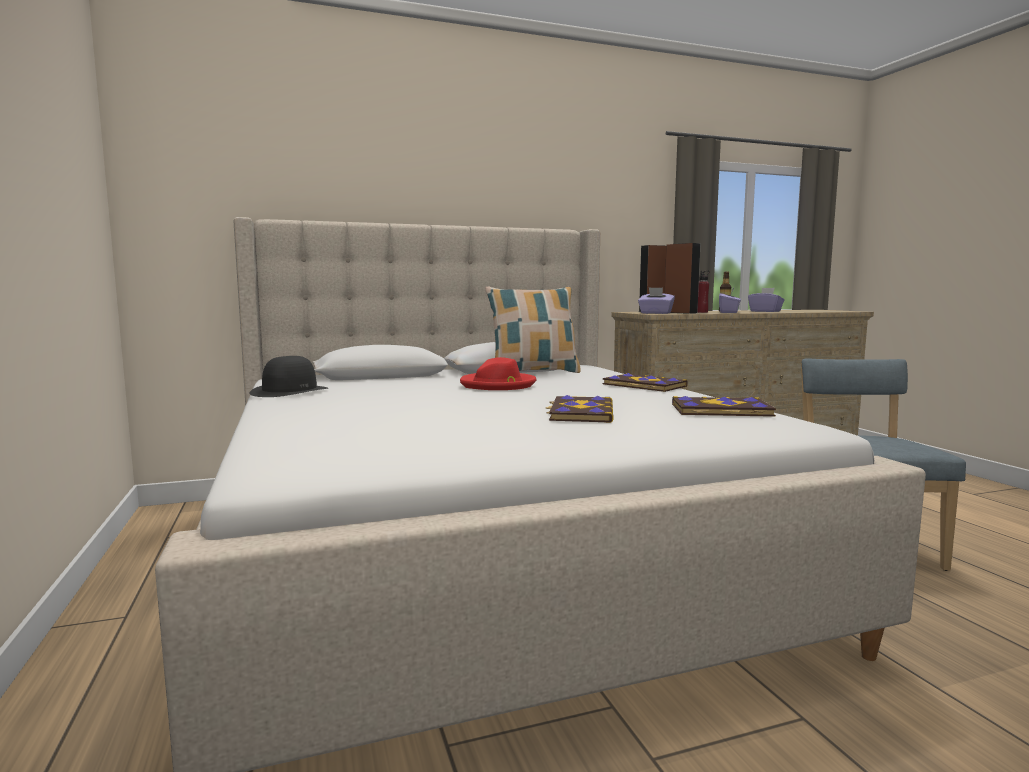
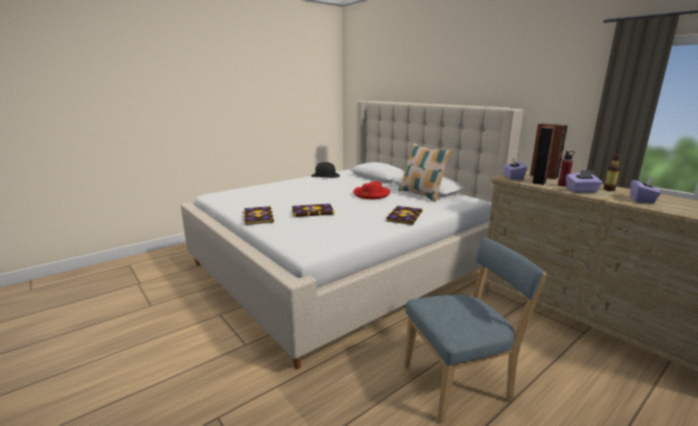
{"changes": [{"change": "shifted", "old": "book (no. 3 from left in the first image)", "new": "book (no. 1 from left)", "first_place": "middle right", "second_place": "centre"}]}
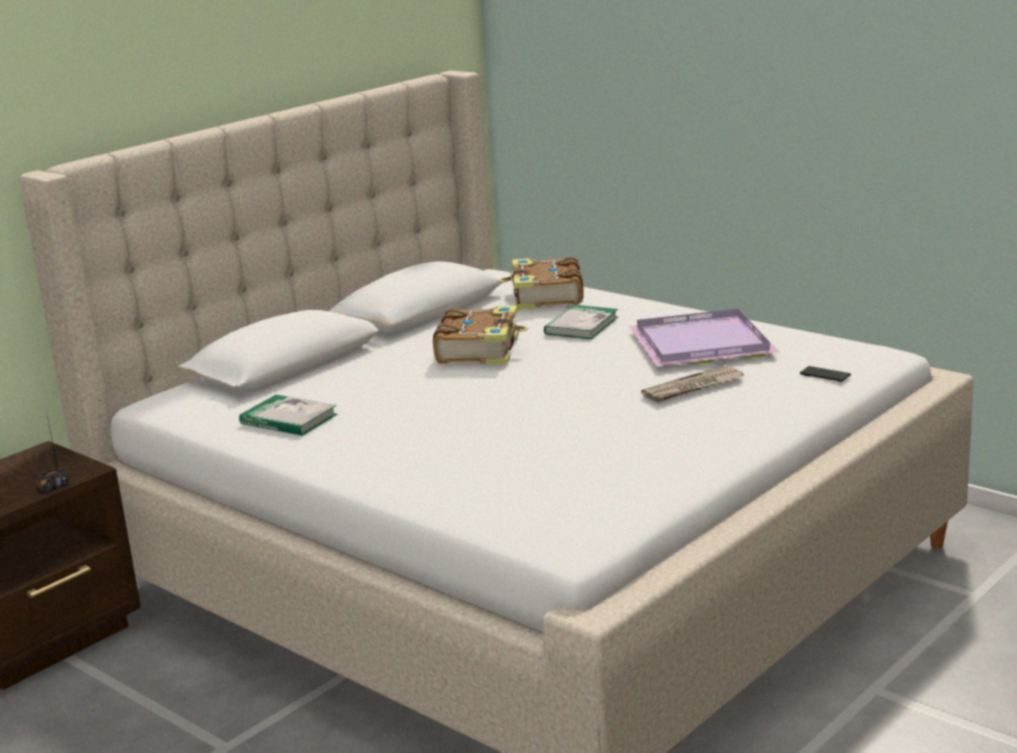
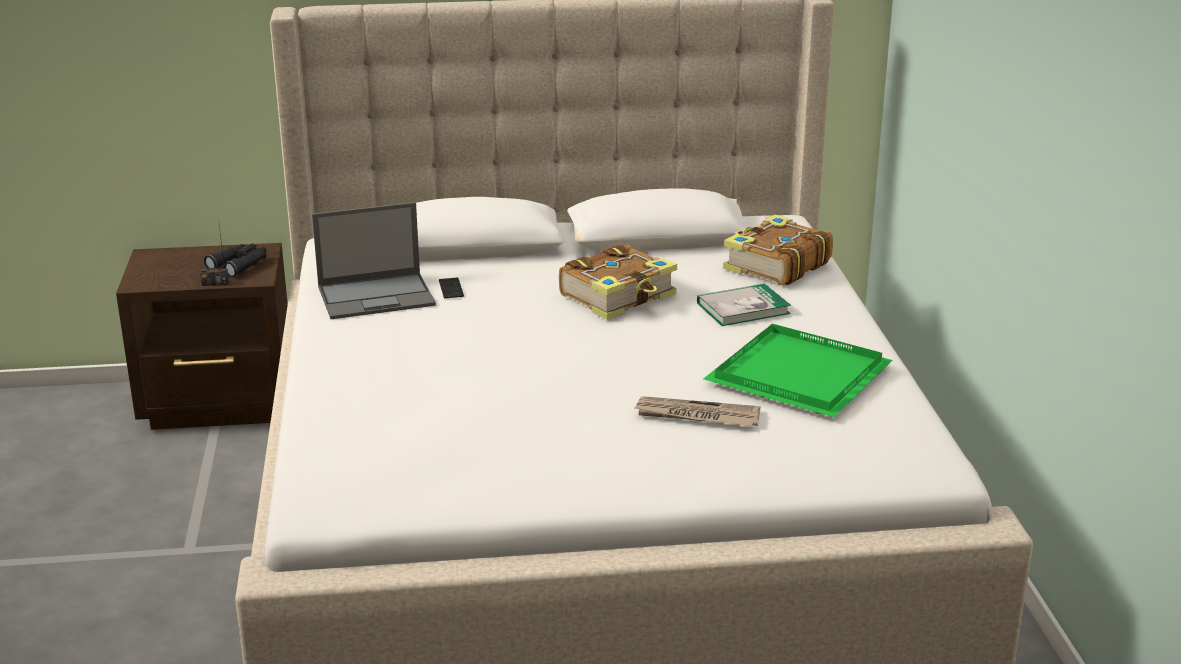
{"changes": [{"change": "new", "new": "binoculars in black", "second_place": "middle left"}, {"change": "shifted", "old": "phone", "first_place": "middle right", "second_place": "centre"}, {"change": "swapped", "old": "book (no. 1 from left)", "new": "laptop", "first_place": "middle left", "second_place": "middle left"}, {"change": "repainted", "old": "tray in purple", "new": "tray in green", "first_place": "middle right", "second_place": "middle right"}]}
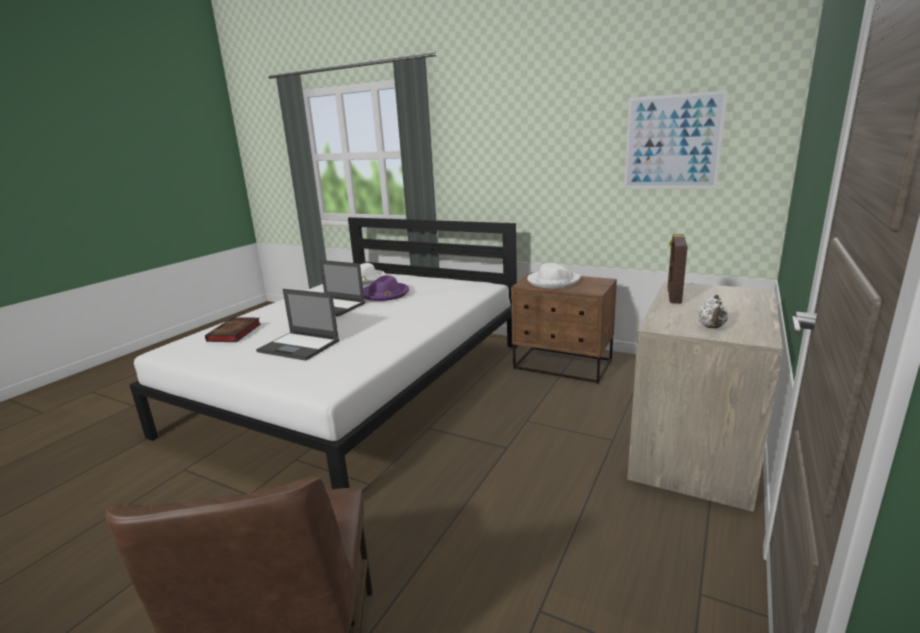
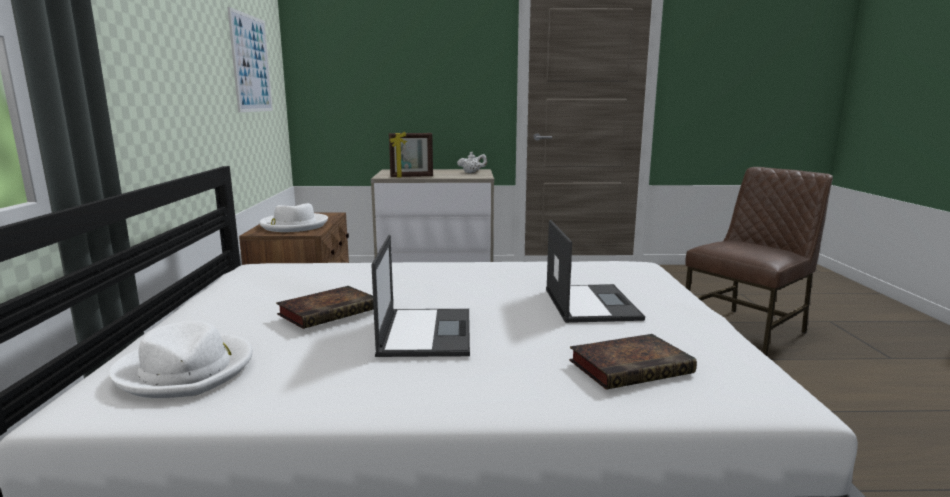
{"changes": [{"change": "swapped", "old": "hat in purple", "new": "book (no. 1 from left)", "first_place": "centre", "second_place": "centre"}]}
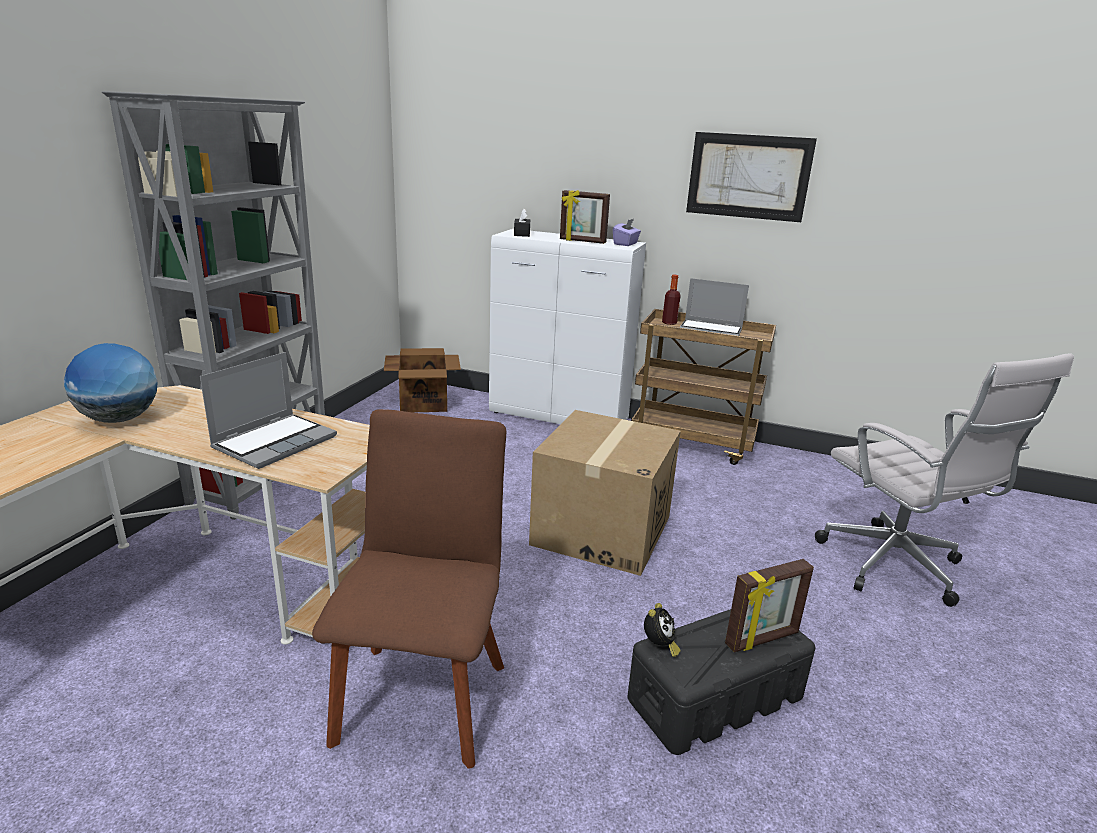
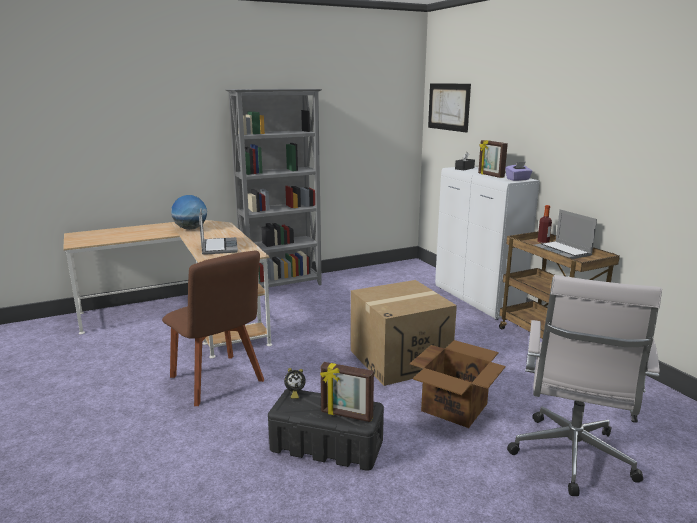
{"changes": [{"change": "shifted", "old": "cardboard box (no. 1 from left in the first image)", "new": "cardboard box (no. 2 from left)", "first_place": "centre", "second_place": "bottom centre"}, {"change": "shifted", "old": "picture", "first_place": "top right", "second_place": "top centre"}, {"change": "rotated", "old": "laptop (no. 1 from left)", "first_place": "middle left", "second_place": "middle left", "degrees": -90}, {"change": "rotated", "old": "chair in brown", "first_place": "bottom centre", "second_place": "middle left", "degrees": 90}]}
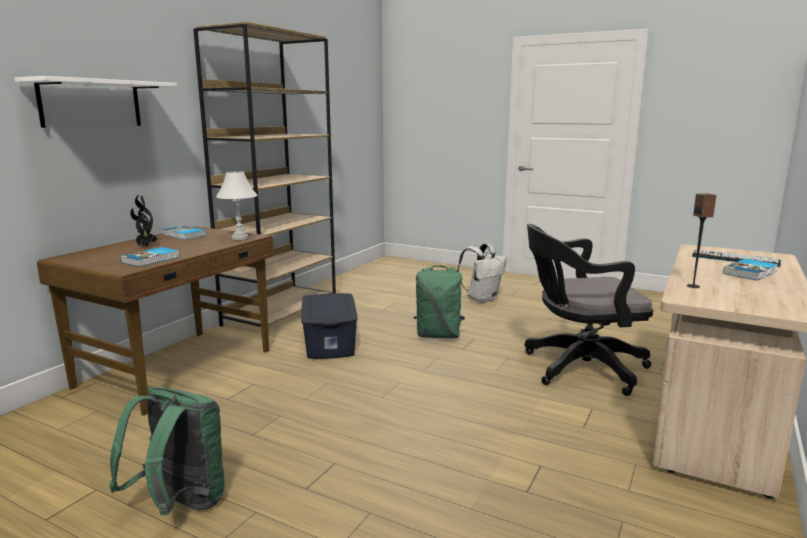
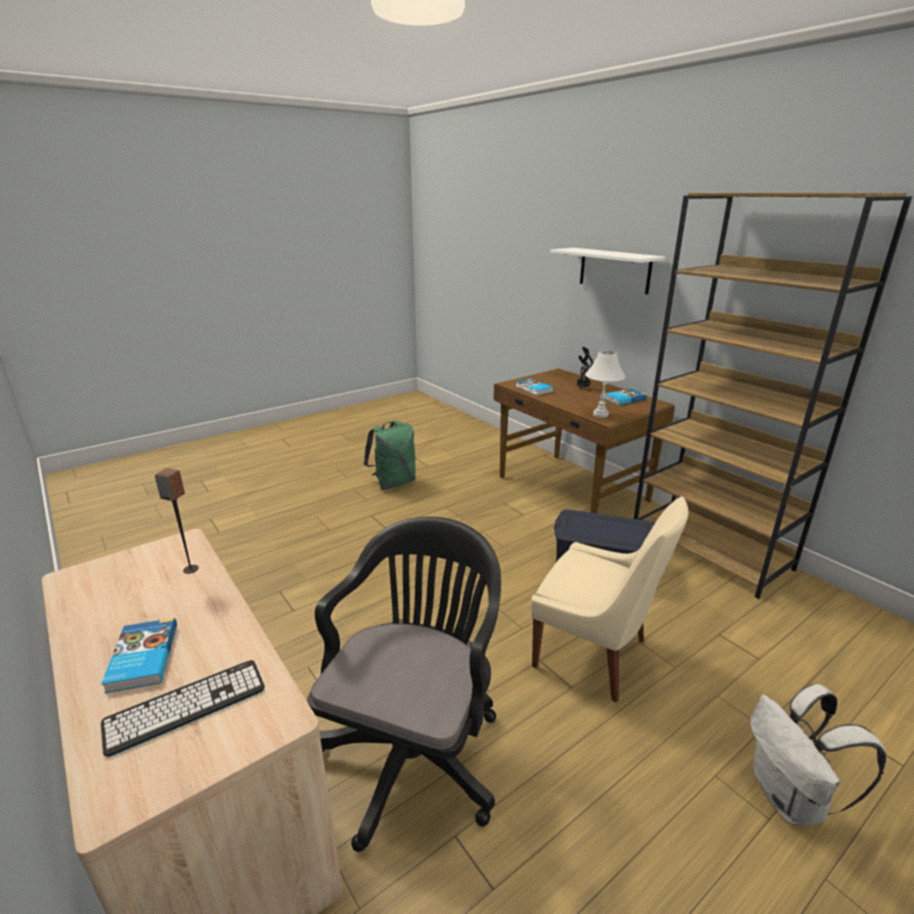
{"changes": [{"change": "swapped", "old": "backpack in green (no. 2 from left)", "new": "chair in beige", "first_place": "centre", "second_place": "middle right"}]}
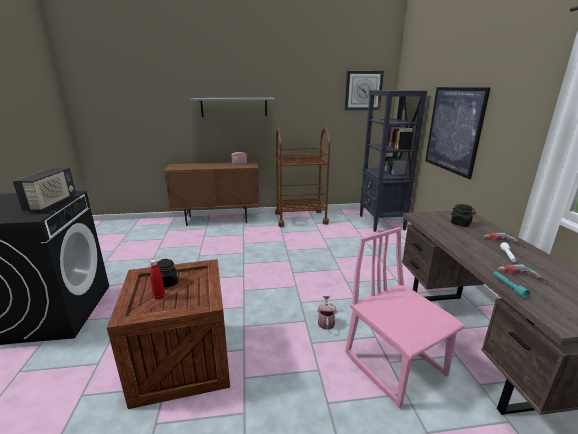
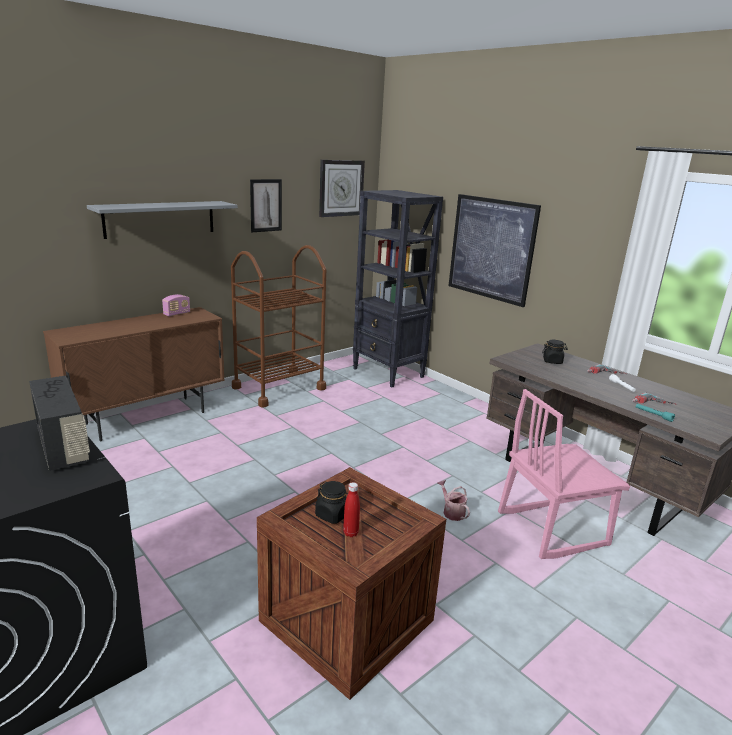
{"changes": [{"change": "new", "new": "picture (no. 1 from left)", "second_place": "top centre"}, {"change": "rotated", "old": "chair in pink", "first_place": "bottom right", "second_place": "middle right", "degrees": -45}]}
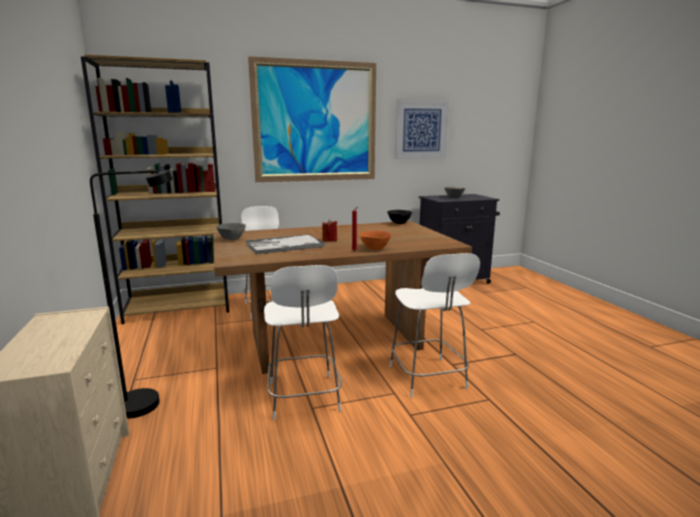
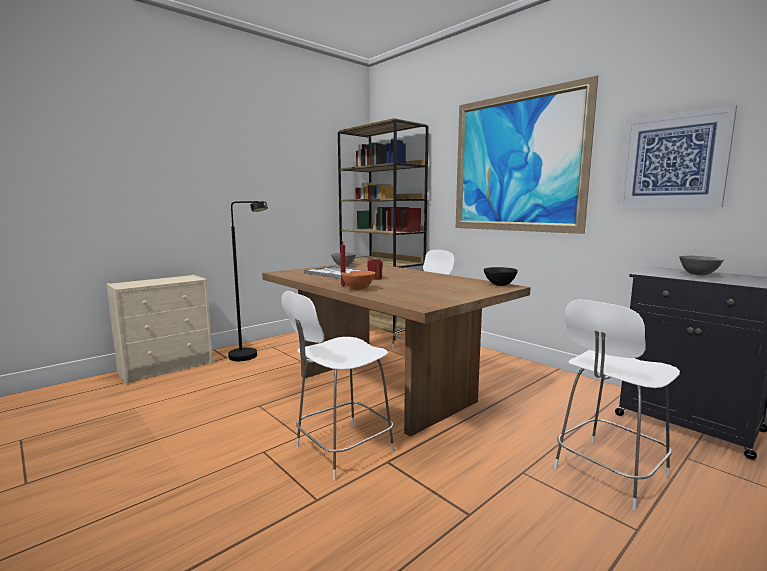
{"changes": [{"change": "shifted", "old": "chair in white (no. 2 from left in the first image)", "new": "chair in white (no. 3 from left)", "first_place": "centre", "second_place": "bottom right"}]}
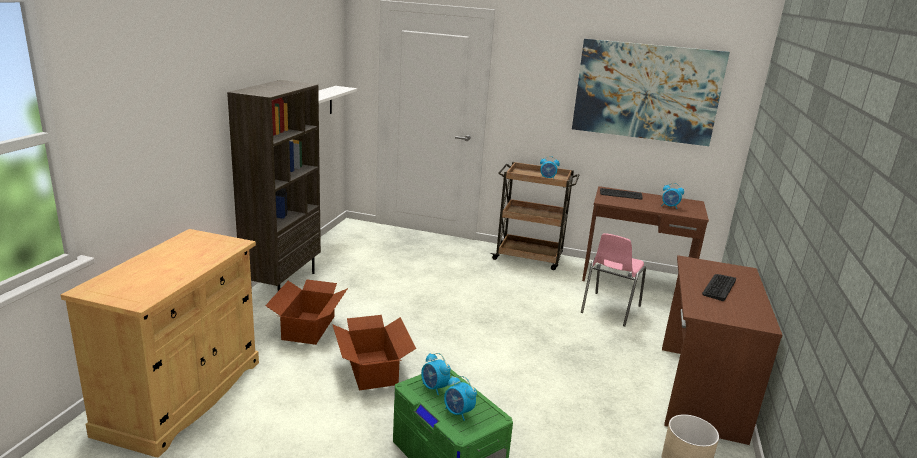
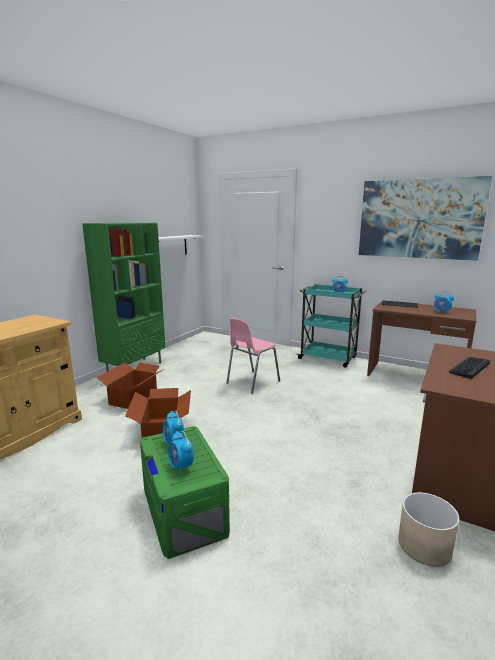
{"changes": [{"change": "shifted", "old": "chair in pink", "first_place": "middle right", "second_place": "centre"}, {"change": "repainted", "old": "bookcase in brown", "new": "bookcase in green", "first_place": "middle left", "second_place": "middle left"}, {"change": "repainted", "old": "cart in brown", "new": "cart in turquoise", "first_place": "centre", "second_place": "middle right"}]}
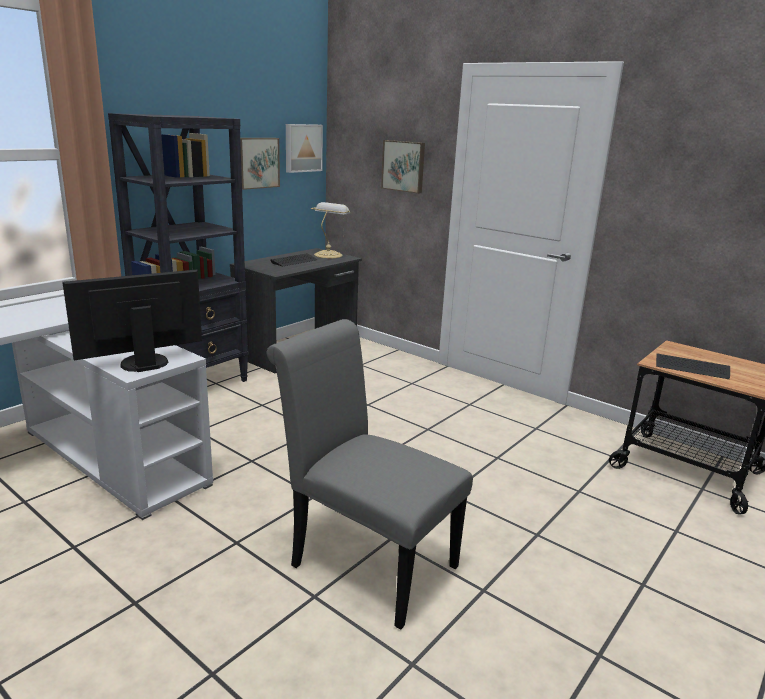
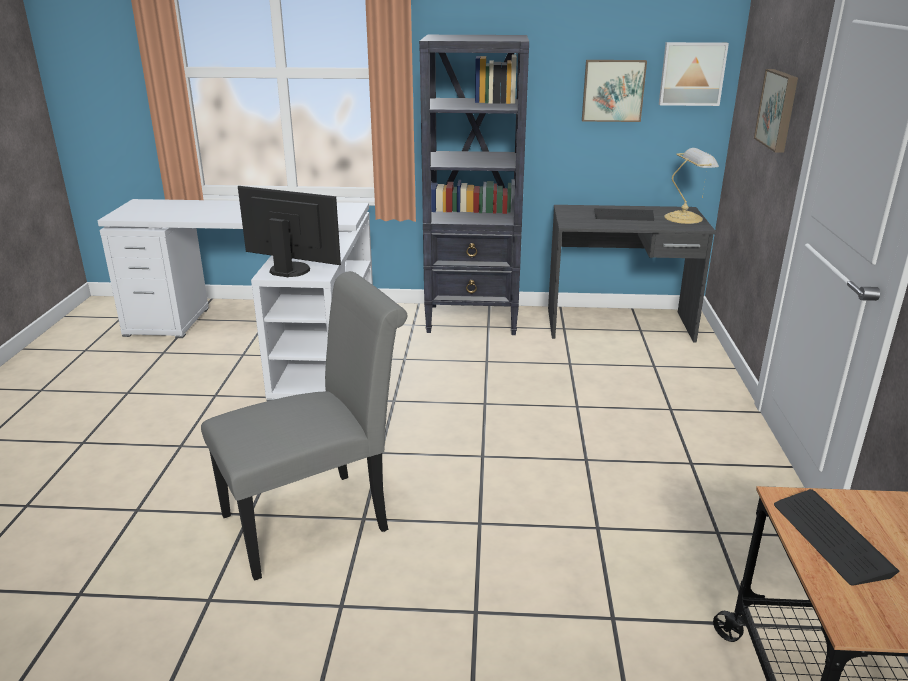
{"changes": [{"change": "rotated", "old": "chair in grey", "first_place": "bottom centre", "second_place": "centre", "degrees": 60}]}
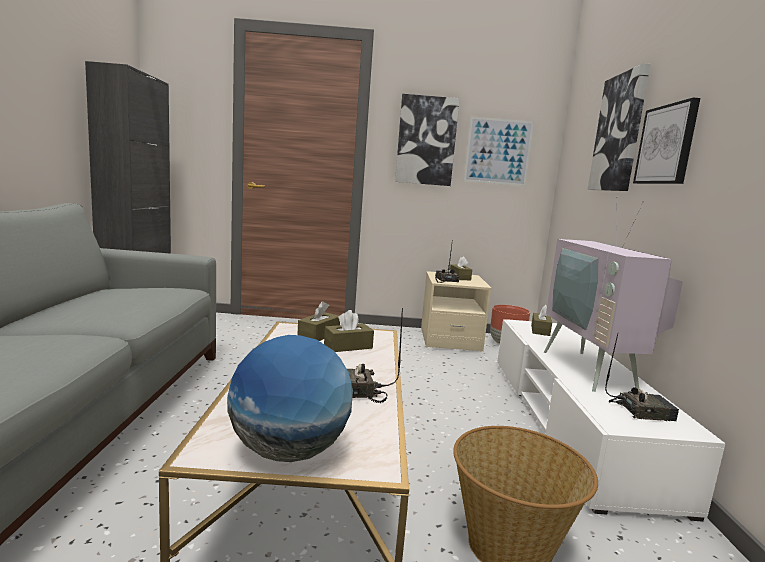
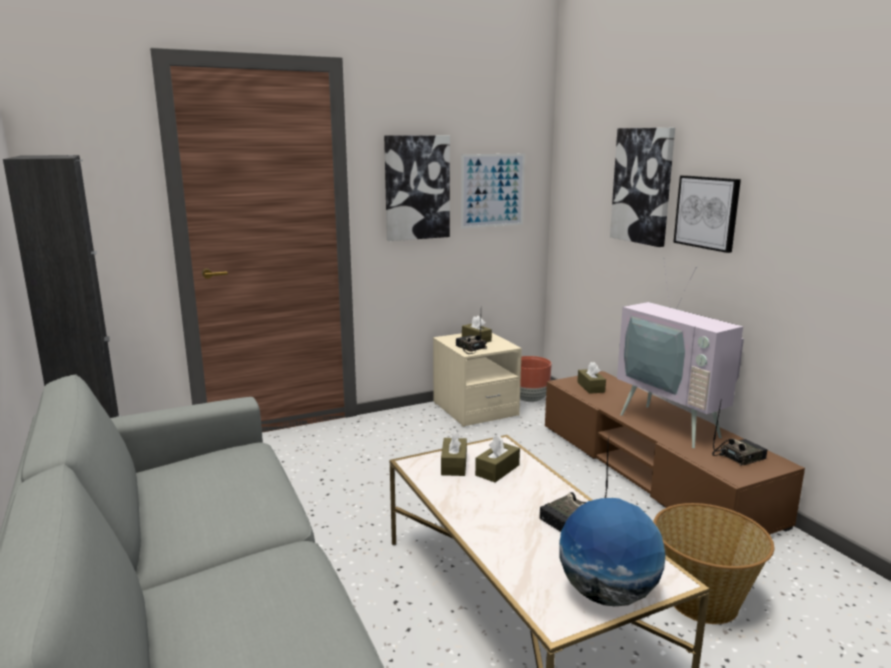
{"changes": [{"change": "repainted", "old": "tv stand in white", "new": "tv stand in brown", "first_place": "bottom right", "second_place": "bottom right"}]}
